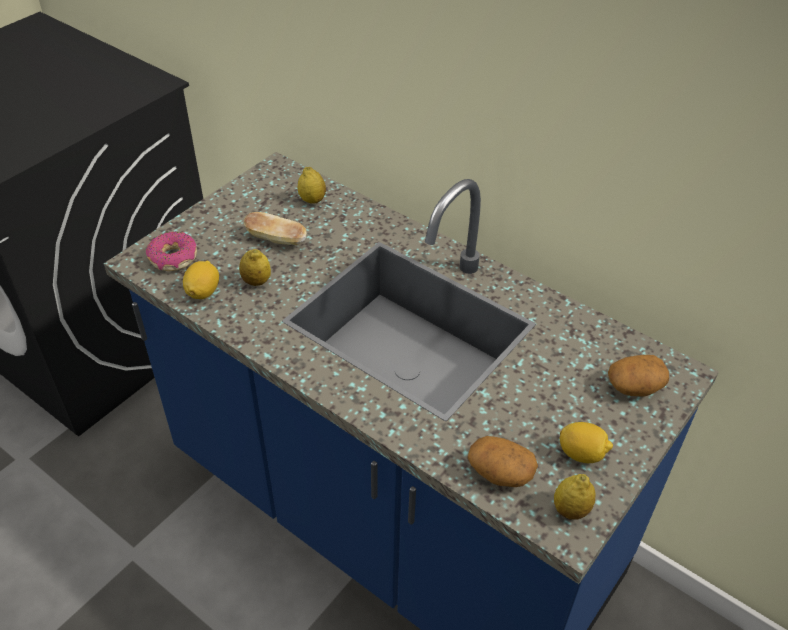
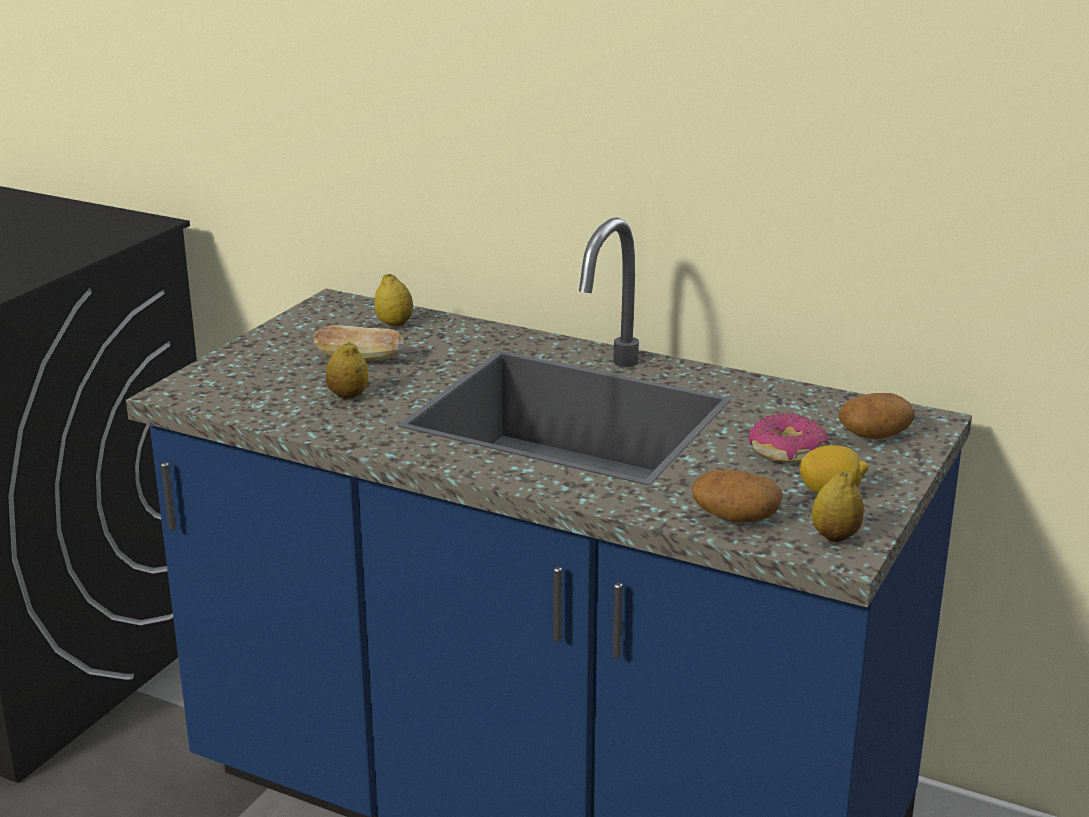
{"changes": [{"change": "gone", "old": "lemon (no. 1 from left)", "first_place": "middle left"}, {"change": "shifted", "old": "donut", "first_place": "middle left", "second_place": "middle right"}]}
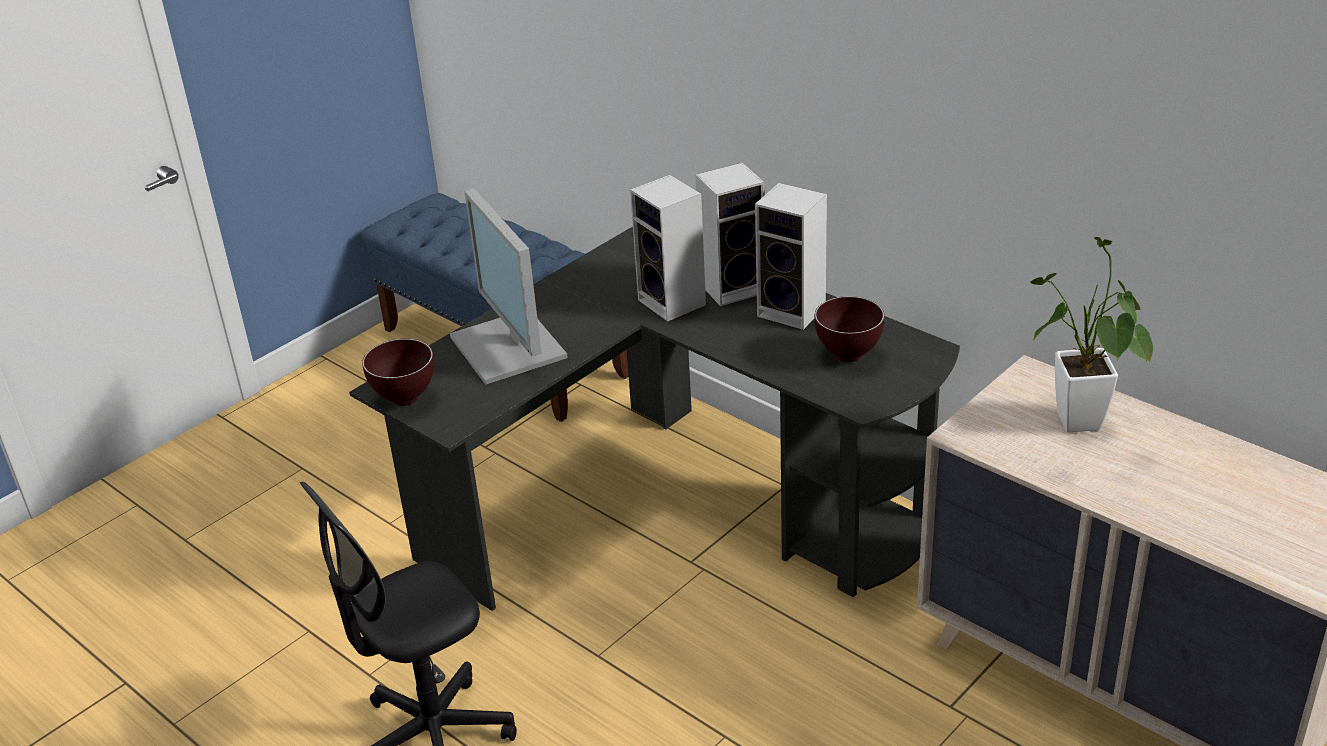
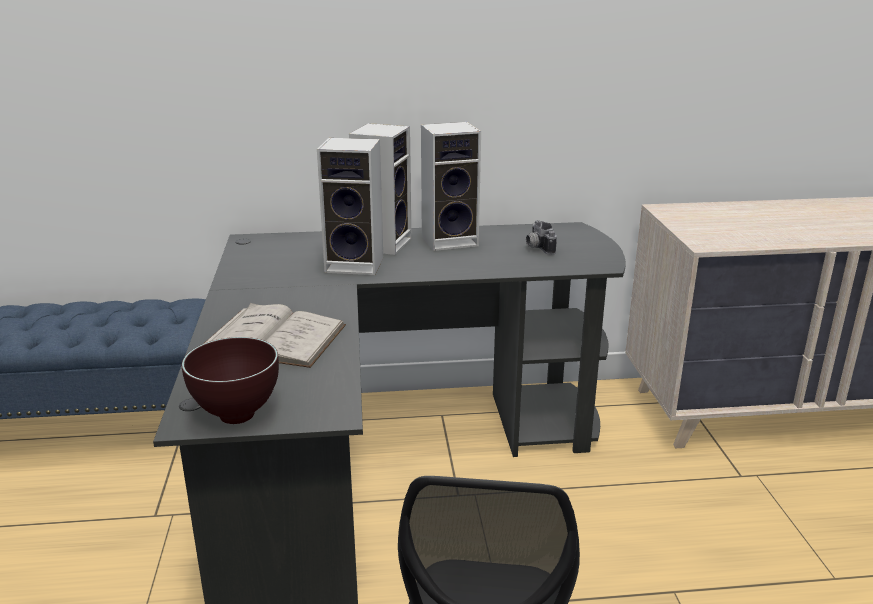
{"changes": [{"change": "gone", "old": "potted plant", "first_place": "middle right"}, {"change": "swapped", "old": "monitor", "new": "book in white", "first_place": "centre", "second_place": "middle left"}, {"change": "swapped", "old": "bowl in brown (no. 2 from left)", "new": "photo camera", "first_place": "centre", "second_place": "centre"}]}
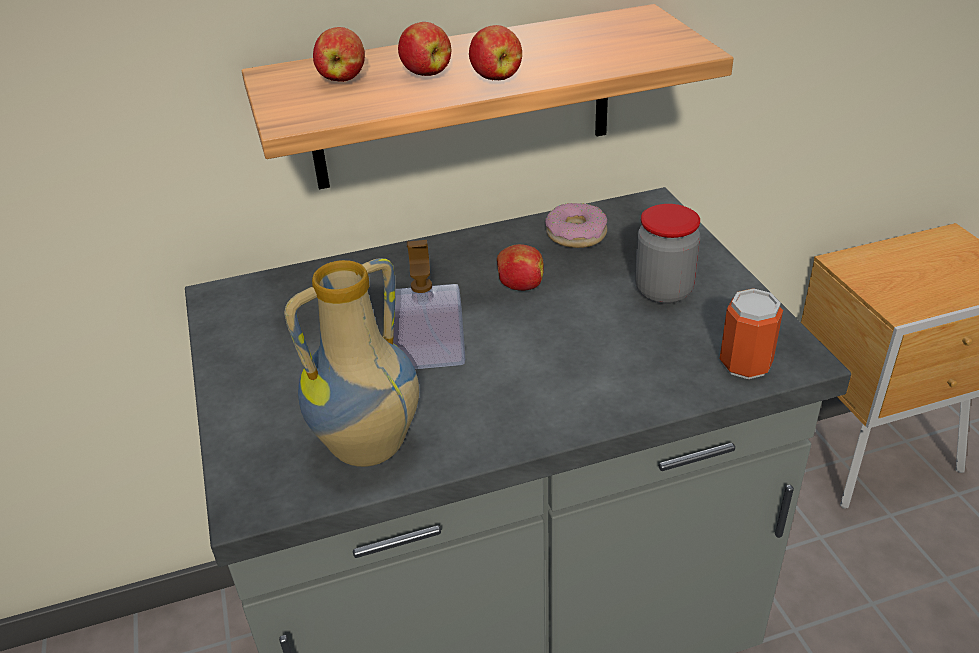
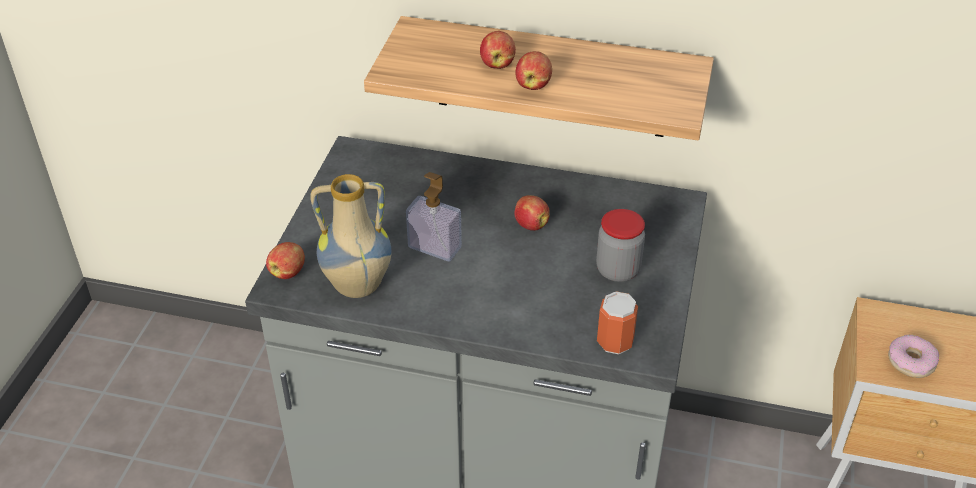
{"changes": [{"change": "shifted", "old": "apple (no. 1 from left)", "first_place": "top centre", "second_place": "middle left"}, {"change": "shifted", "old": "donut", "first_place": "centre", "second_place": "bottom right"}]}
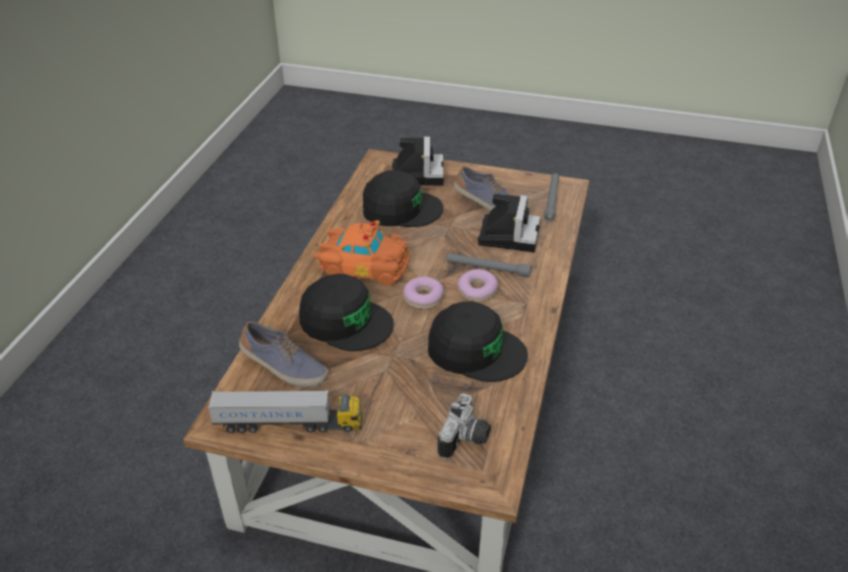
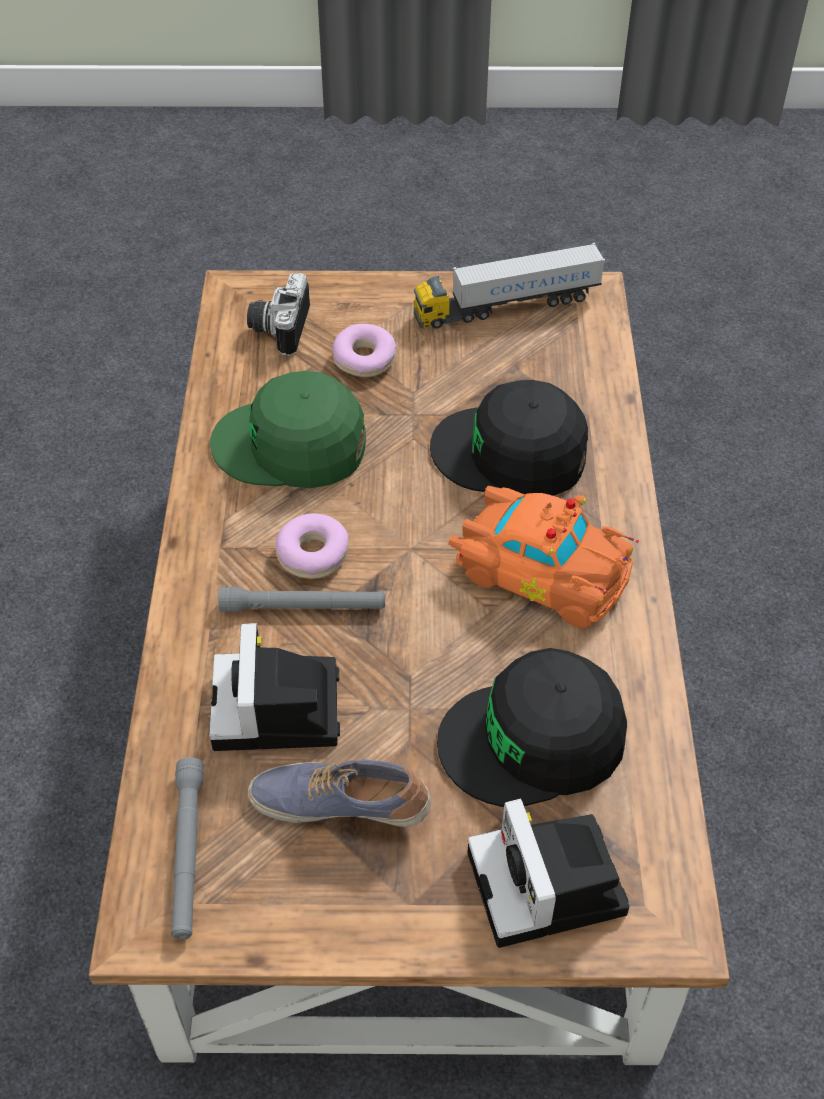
{"changes": [{"change": "gone", "old": "shoe (no. 1 from left)", "first_place": "centre"}, {"change": "shifted", "old": "donut (no. 1 from left in the first image)", "new": "donut (no. 2 from left)", "first_place": "centre", "second_place": "top centre"}, {"change": "repainted", "old": "cap in black (no. 3 from left)", "new": "cap in green", "first_place": "centre", "second_place": "centre"}, {"change": "rotated", "old": "toy car in orange", "first_place": "centre", "second_place": "centre", "degrees": -150}]}
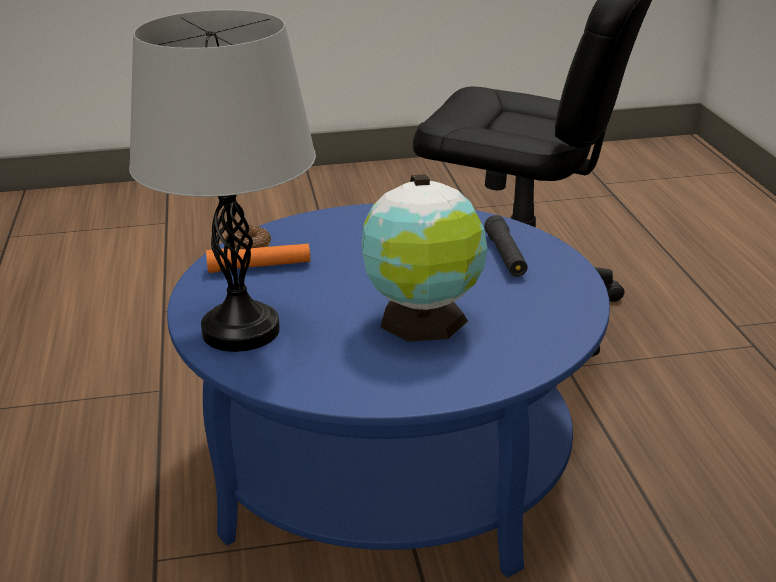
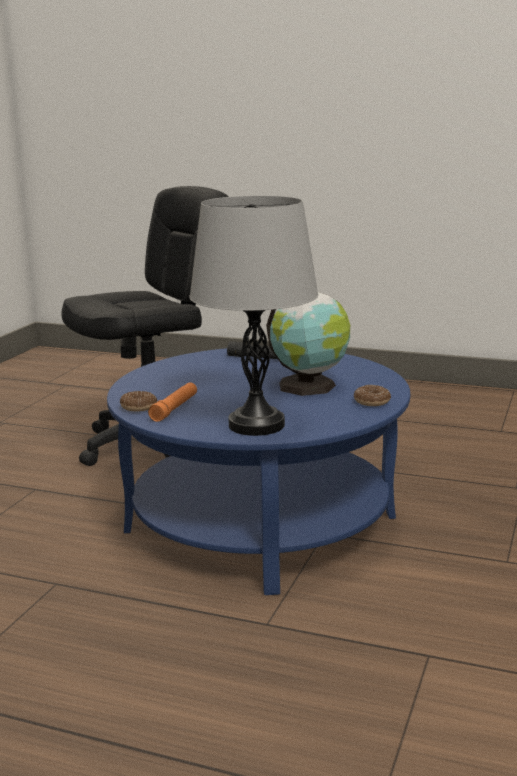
{"changes": [{"change": "new", "new": "donut (no. 2 from left)", "second_place": "middle right"}]}
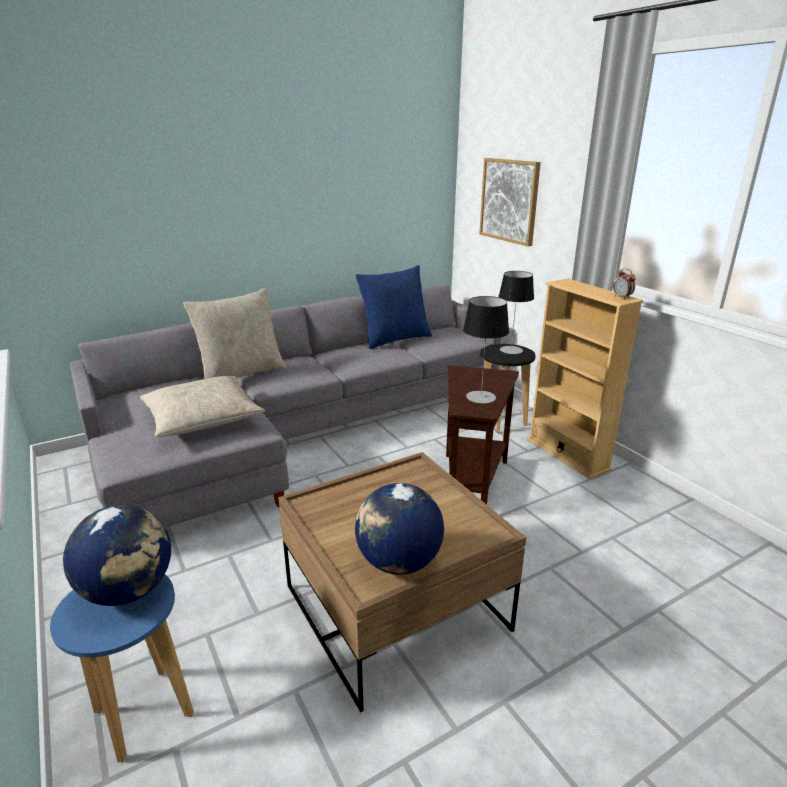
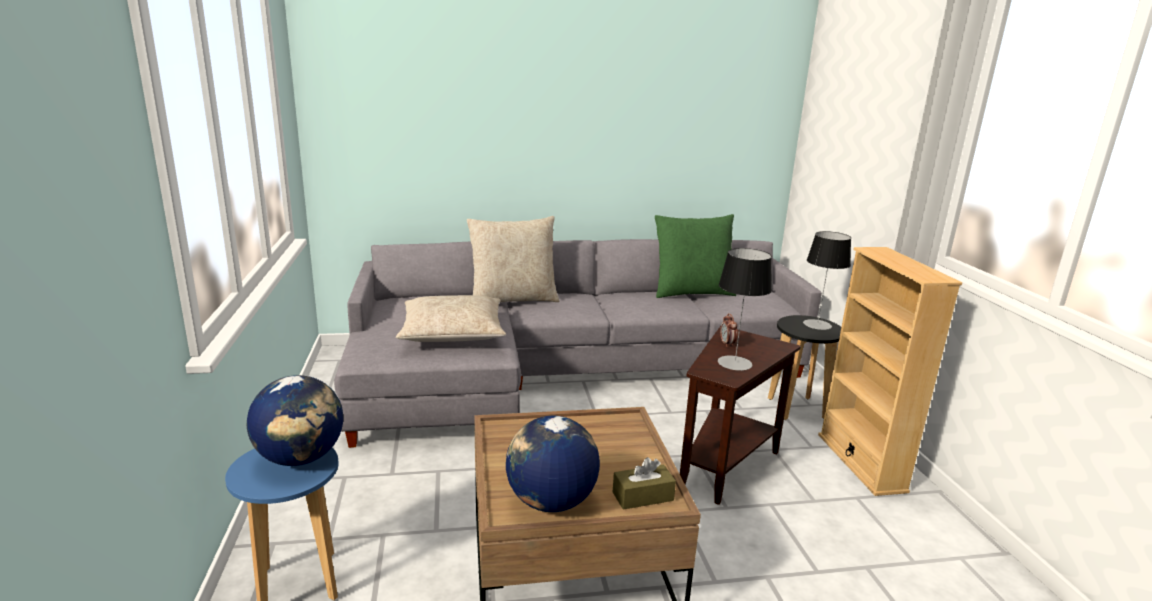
{"changes": [{"change": "gone", "old": "picture", "first_place": "top centre"}, {"change": "new", "new": "tissue box in brown", "second_place": "bottom centre"}, {"change": "shifted", "old": "alarm clock", "first_place": "middle right", "second_place": "centre"}, {"change": "repainted", "old": "pillow in blue", "new": "pillow in green", "first_place": "centre", "second_place": "centre"}]}
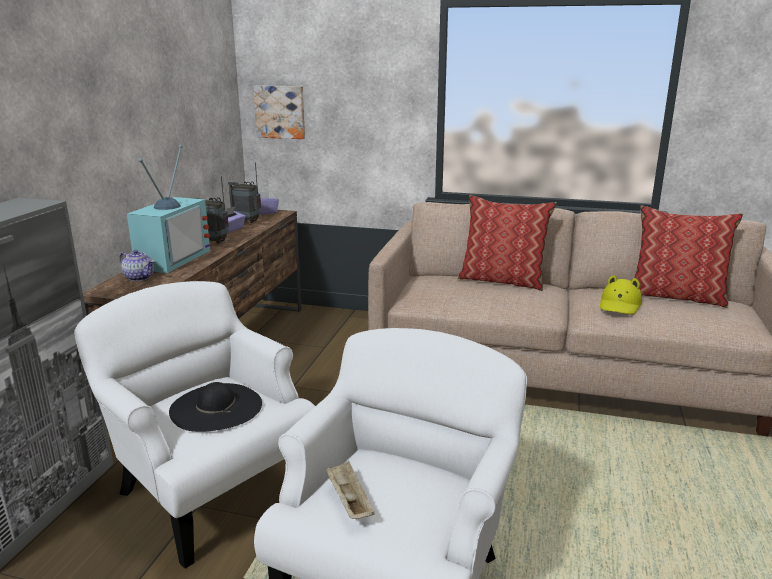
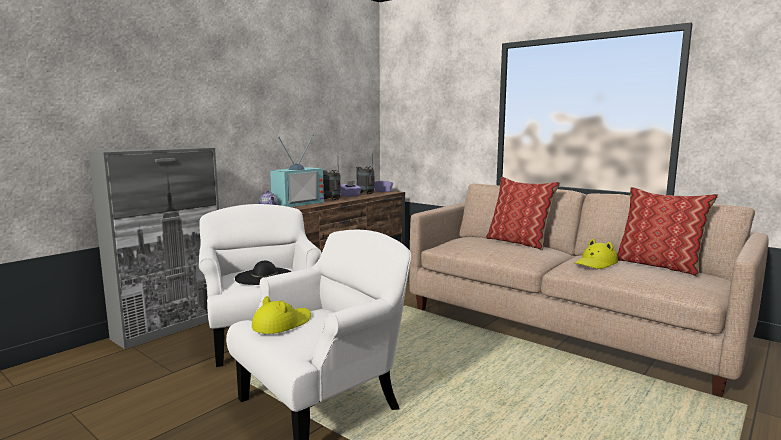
{"changes": [{"change": "gone", "old": "picture", "first_place": "top centre"}, {"change": "swapped", "old": "tray in beige", "new": "hat in yellow (no. 1 from left)", "first_place": "bottom centre", "second_place": "bottom centre"}]}
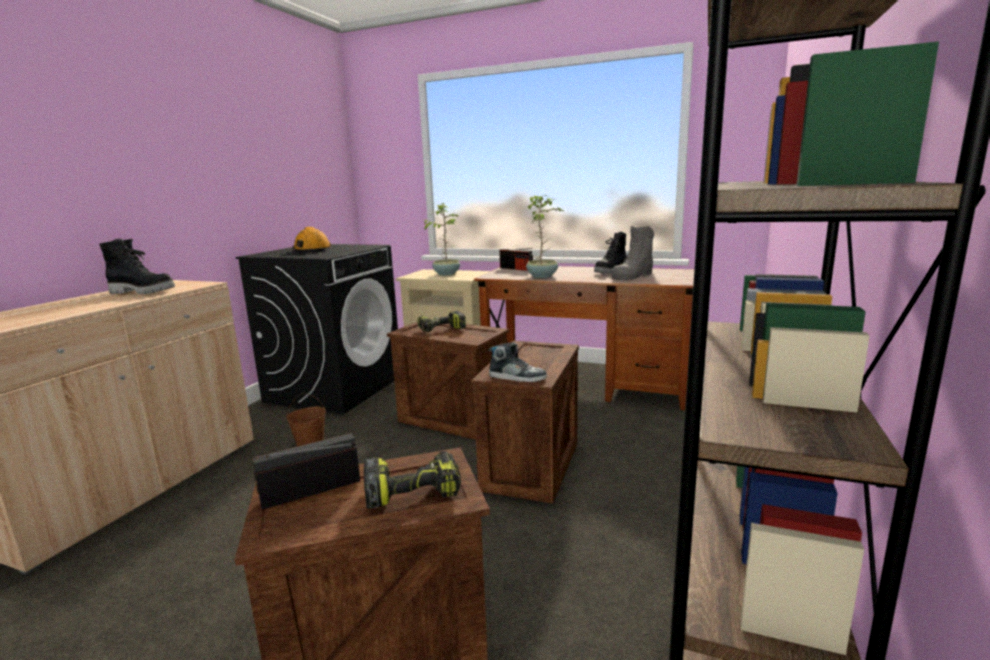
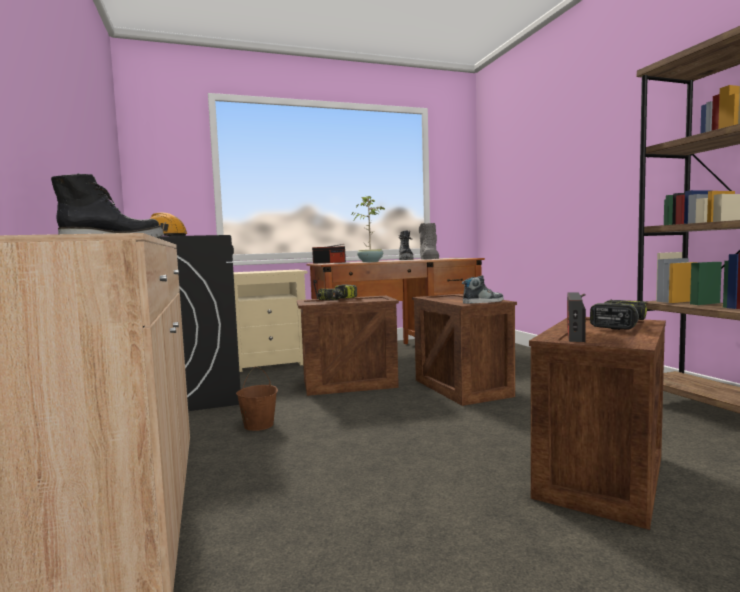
{"changes": [{"change": "gone", "old": "potted plant (no. 1 from left)", "first_place": "centre"}]}
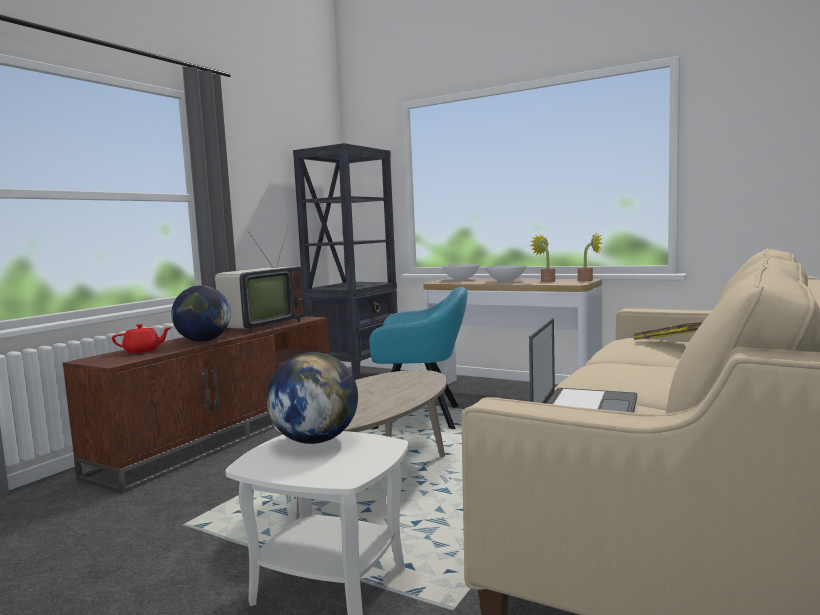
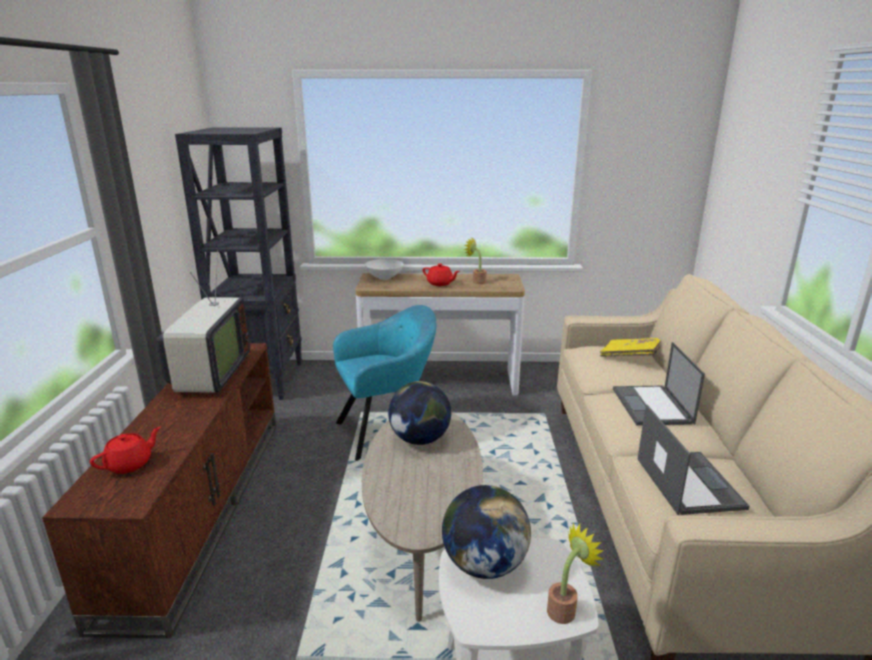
{"changes": [{"change": "new", "new": "laptop (no. 1 from left)", "second_place": "middle right"}, {"change": "shifted", "old": "globe (no. 1 from left)", "first_place": "middle left", "second_place": "centre"}, {"change": "shifted", "old": "potted plant (no. 2 from left)", "first_place": "middle right", "second_place": "bottom centre"}, {"change": "swapped", "old": "bowl in white (no. 2 from left)", "new": "teapot in red (no. 2 from left)", "first_place": "centre", "second_place": "centre"}]}
